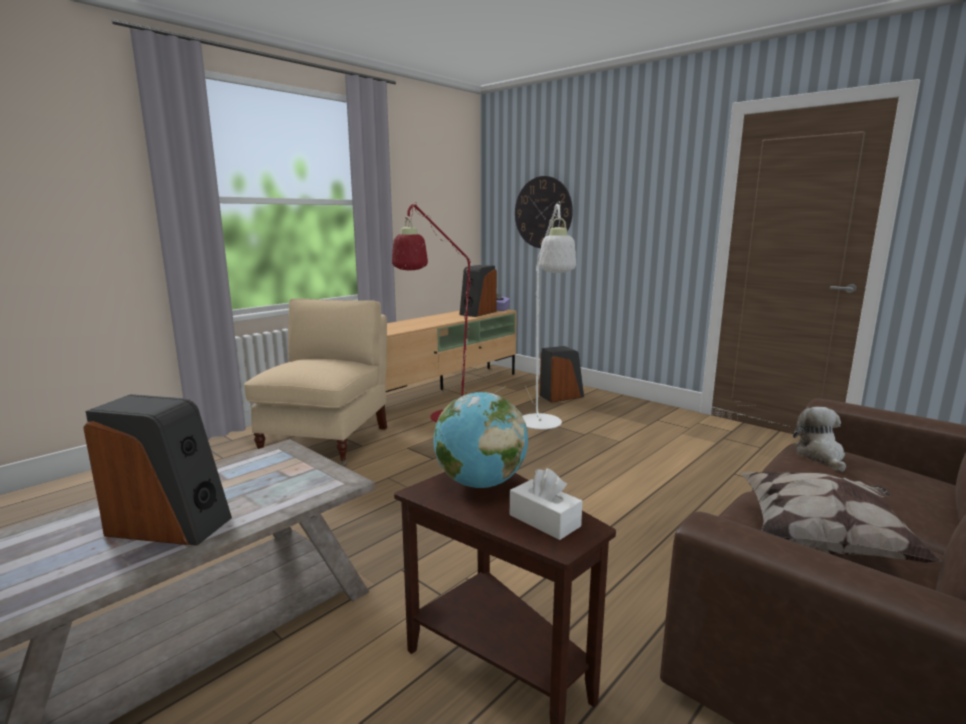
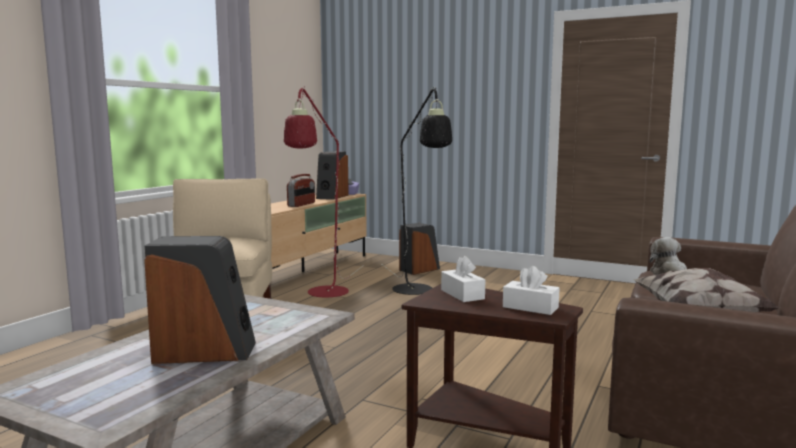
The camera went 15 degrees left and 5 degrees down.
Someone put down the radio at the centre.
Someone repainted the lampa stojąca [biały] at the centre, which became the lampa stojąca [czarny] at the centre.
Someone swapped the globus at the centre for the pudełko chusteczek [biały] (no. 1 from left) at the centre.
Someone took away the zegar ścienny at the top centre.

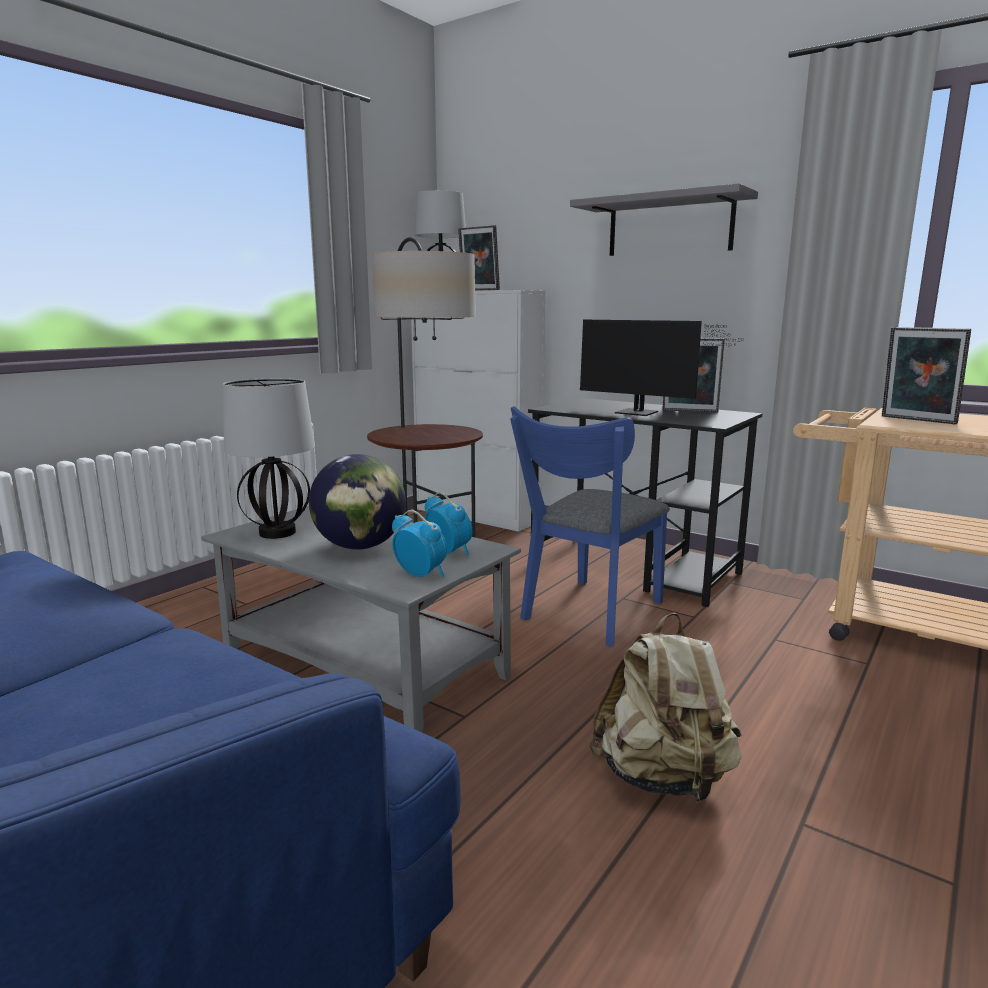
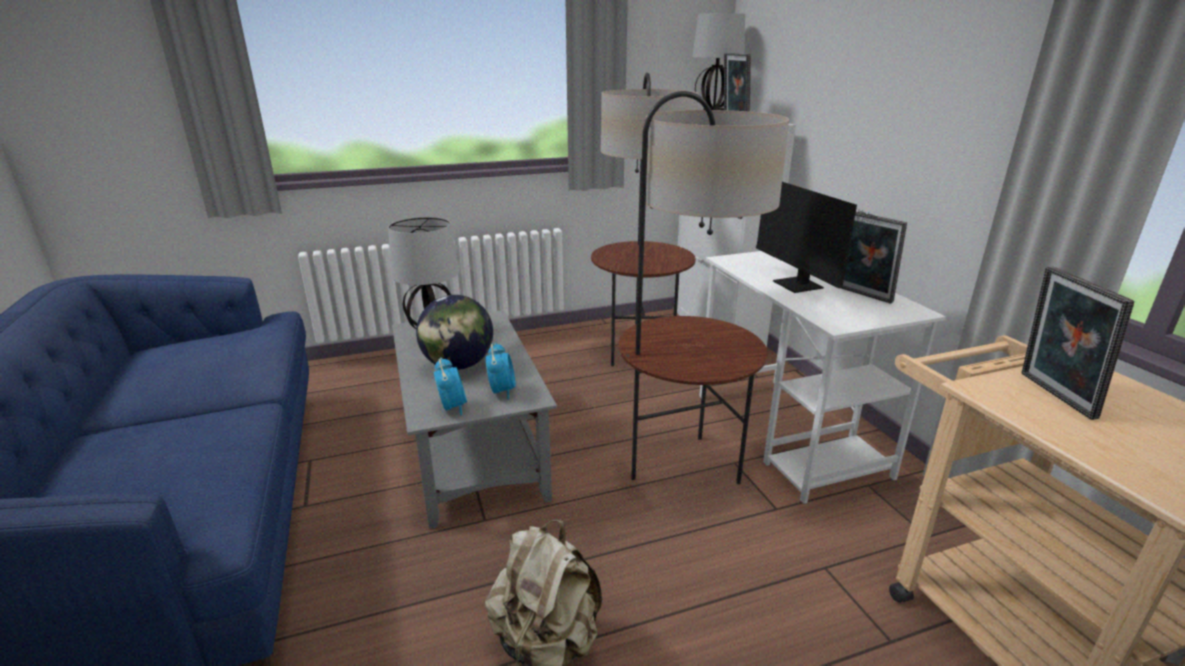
The camera went 35 degrees right and 10 degrees up.
Someone swapped the krzesło [niebieski] at the centre for the lampa stojąca (no. 2 from left) at the centre.
Someone repainted the biurko [czarny] at the centre, which became the biurko [biały] at the middle right.
Someone took away the półka [szary] at the top right.

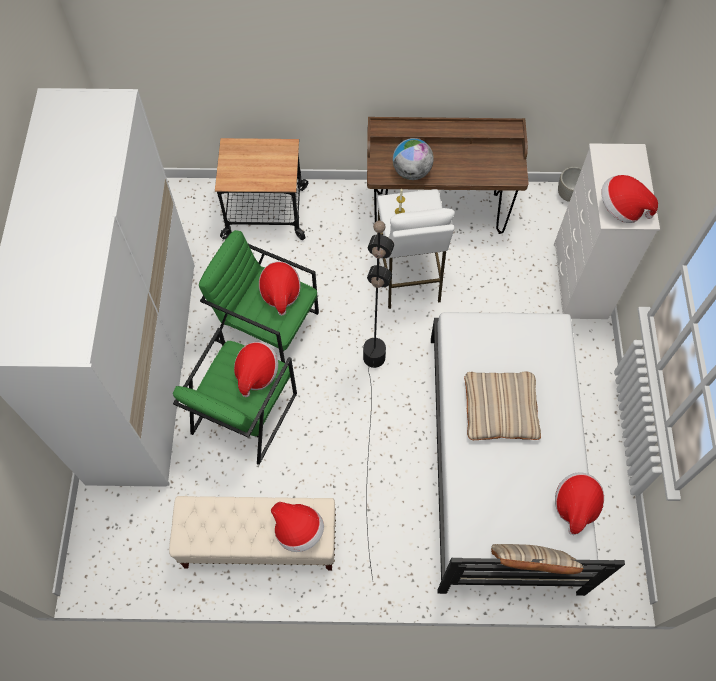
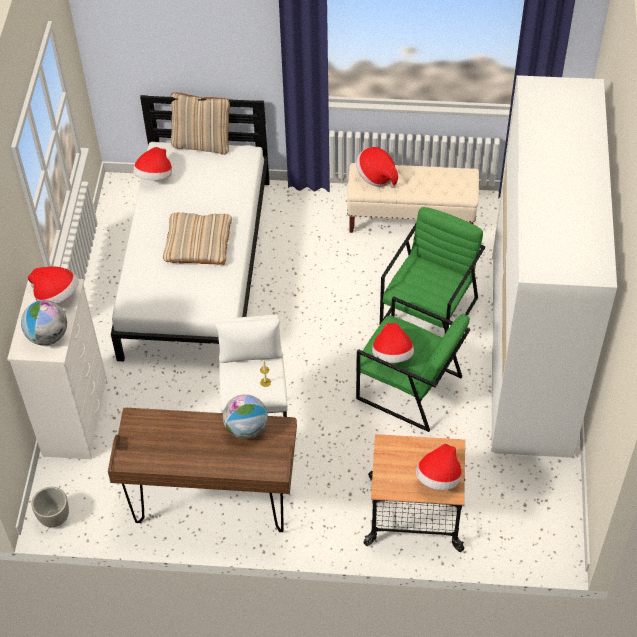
The camera went 175 degrees left and 10 degrees down.
Someone put down the globus (no. 1 from left) at the middle left.
Someone carried the kapelusz (no. 1 from left in the first image) from the centre to the bottom right.
Someone took away the lampa stojąca [czarny] at the centre.

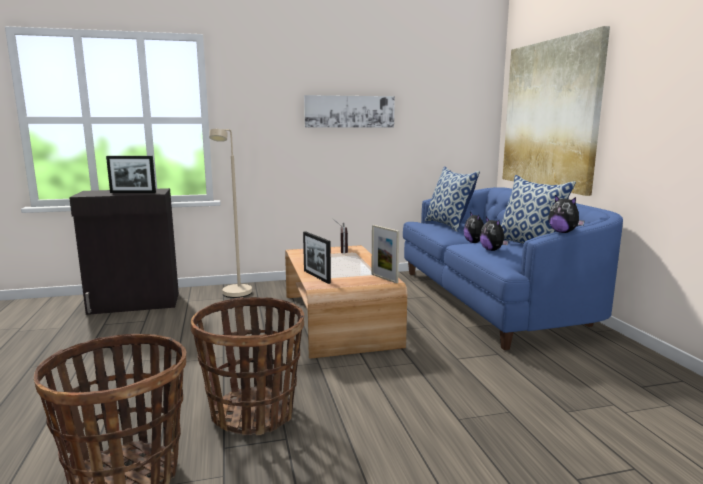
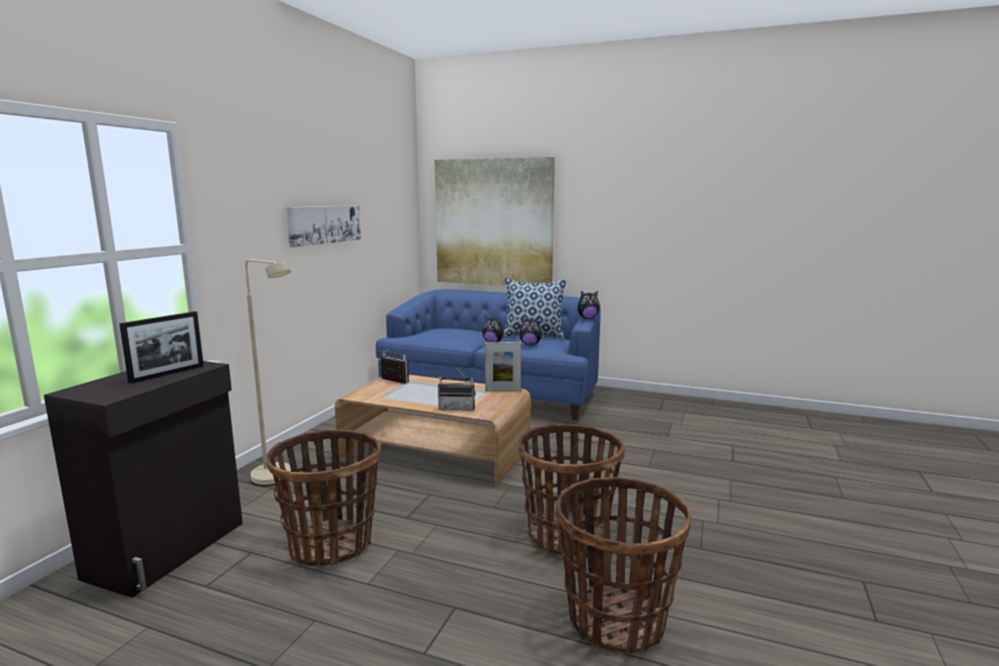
The camera went 55 degrees left and 0 degrees up.
Someone put down the koszyk (no. 1 from left) at the bottom left.
Someone swapped the ramka na zdjęcie (no. 2 from left) at the centre for the radio (no. 2 from left) at the centre.
Someone took away the poduszka (no. 1 from left) at the centre.

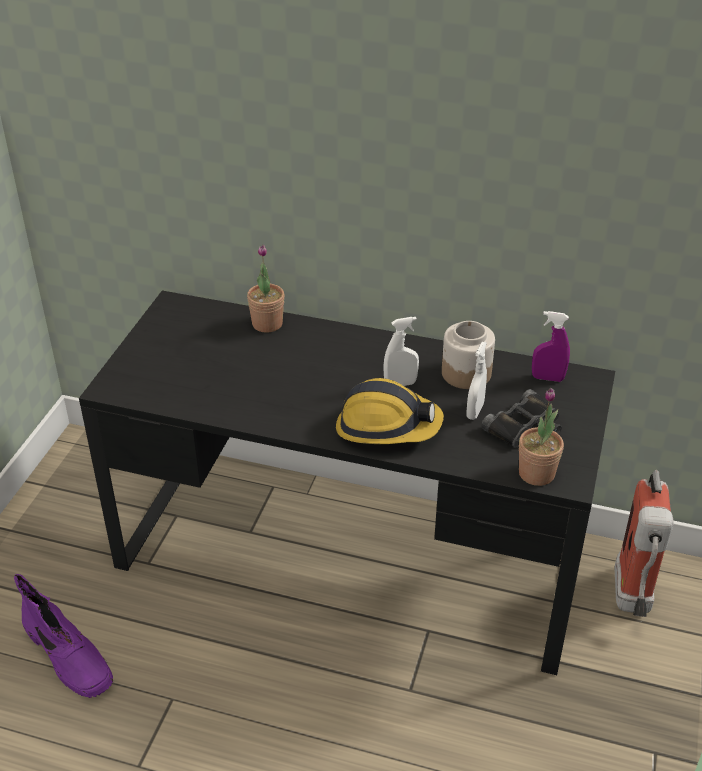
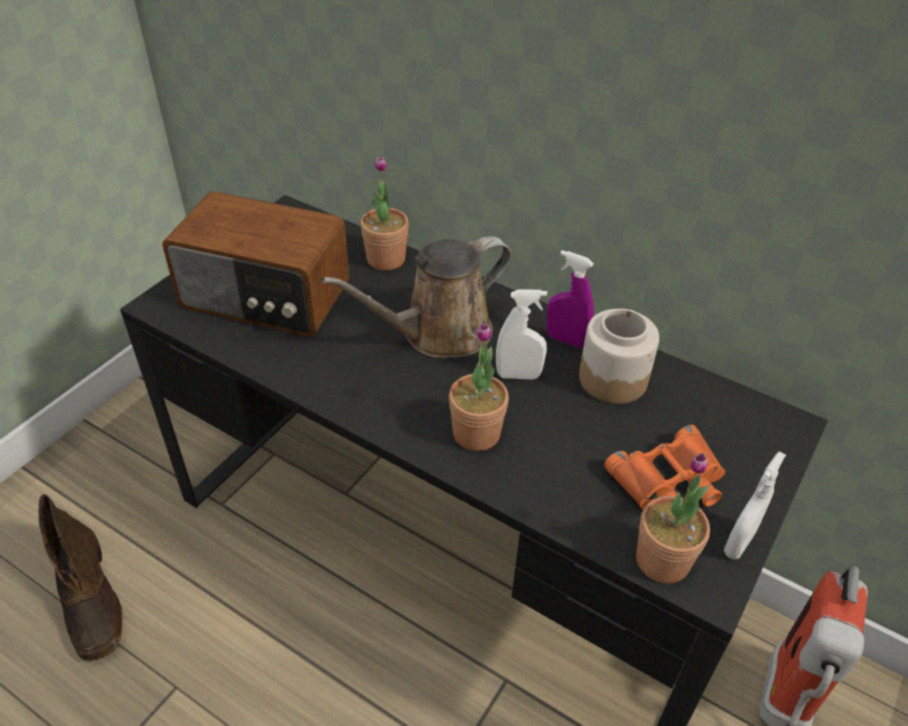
The camera went 15 degrees right and 5 degrees up.
Someone repainted the but z cholewką [fioletowy] at the bottom left, which became the but z cholewką [brązowy] at the bottom left.
Someone put down the radio at the middle left.
Someone put down the konewka [brązowy] at the centre.
Someone swapped the kask at the centre for the roślina doniczkowa (no. 2 from left) at the centre.
Someone carried the spryskiwacz [fioletowy] from the middle right to the centre.
Someone repainted the lornetka [czarny] at the middle right, which became the lornetka [pomarańczowy] at the middle right.
Someone carried the spryskiwacz [biały] (no. 2 from left) from the middle right to the bottom right.

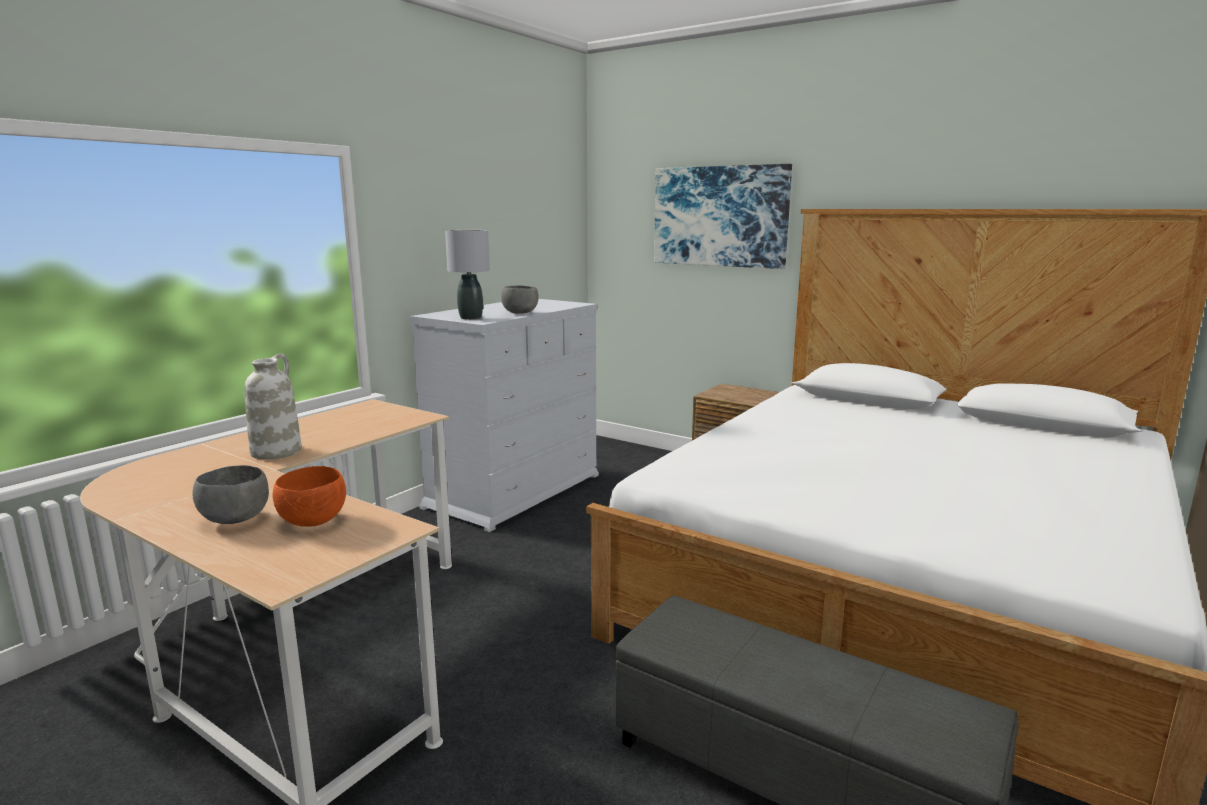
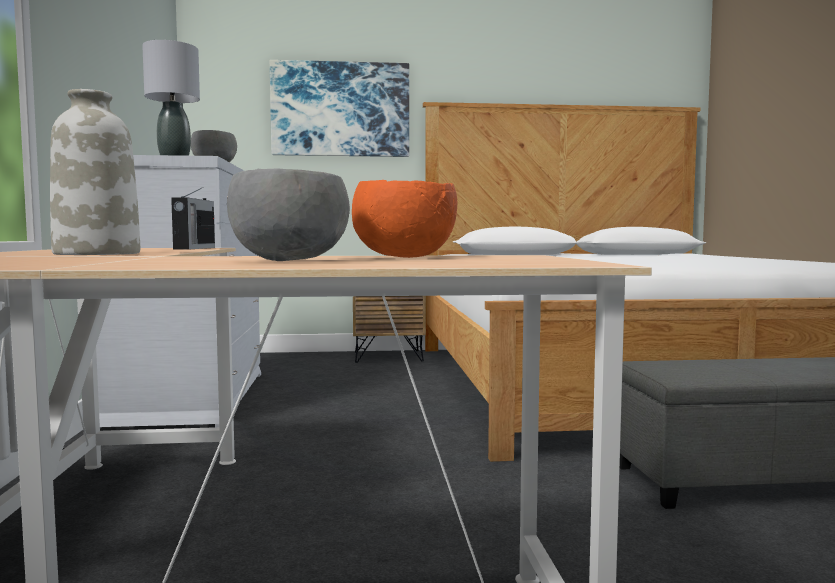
The camera went 40 degrees left and 10 degrees down.
Someone put down the radio at the middle left.

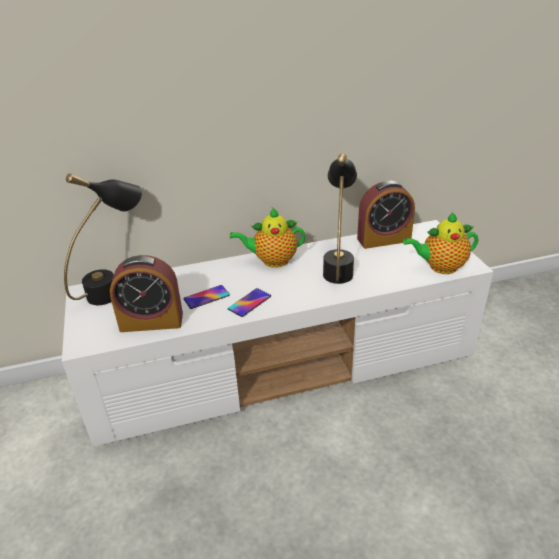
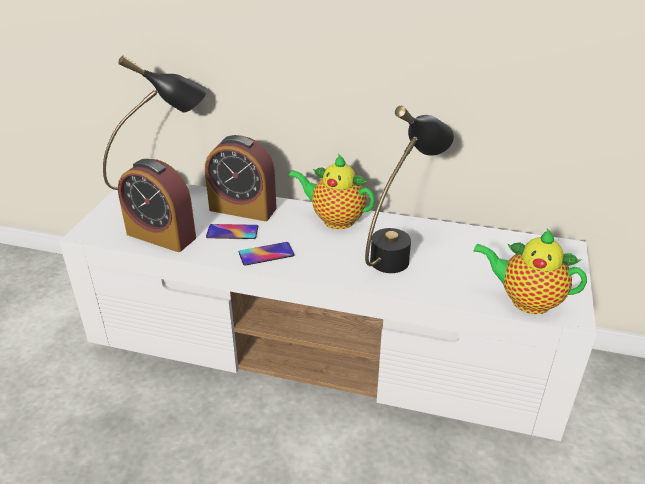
The camera went 30 degrees right and 0 degrees up.
Someone carried the budzik (no. 2 from left) from the middle right to the centre.

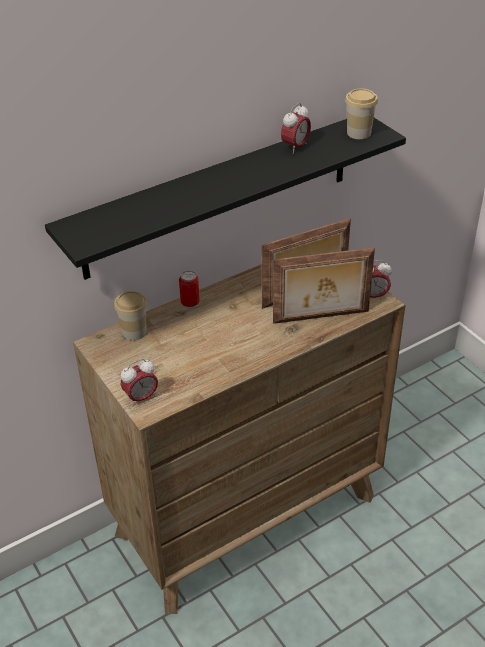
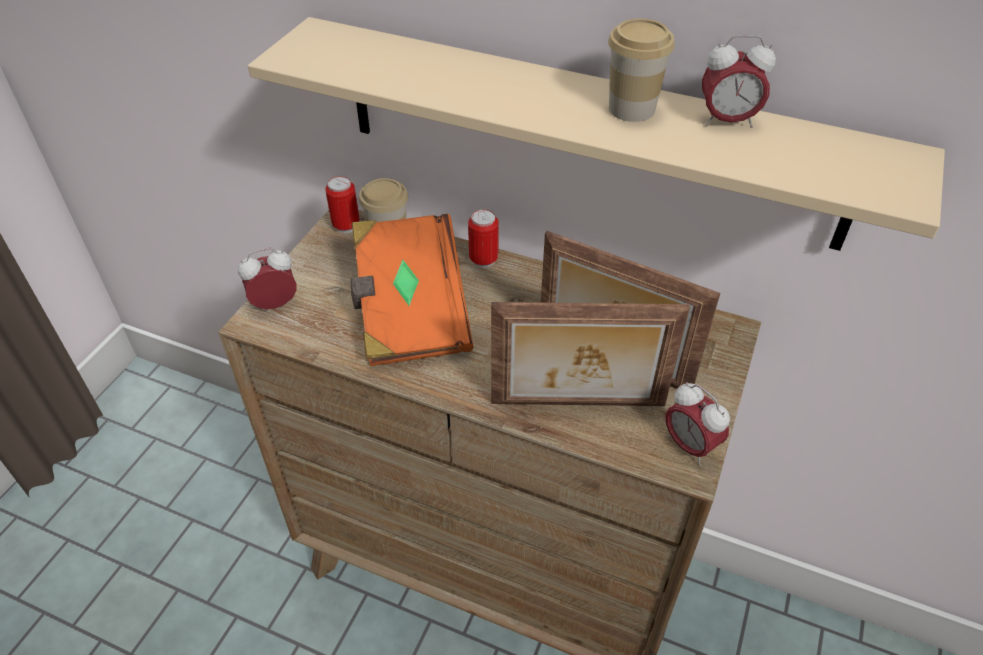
The camera went 55 degrees right and 5 degrees up.
Someone rotated the budzik (no. 1 from left) at the middle left by 135 degrees clockwise.
Someone repainted the półka [czarny] at the top centre, which became the półka [beżowy] at the top centre.
Someone put down the puszka (no. 1 from left) at the top centre.
Someone put down the książka [pomarańczowy] at the centre.
Someone rotated the ramka na zdjęcie (no. 2 from left in the first image) at the middle right by 45 degrees counterclockwise.
Someone carried the filiżanka (no. 2 from left) from the top right to the top centre.

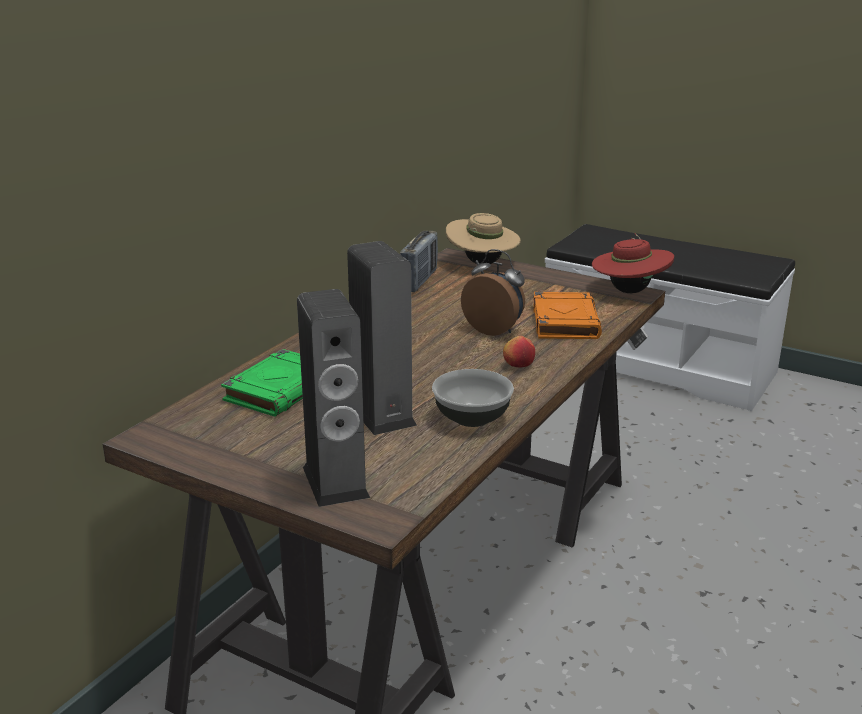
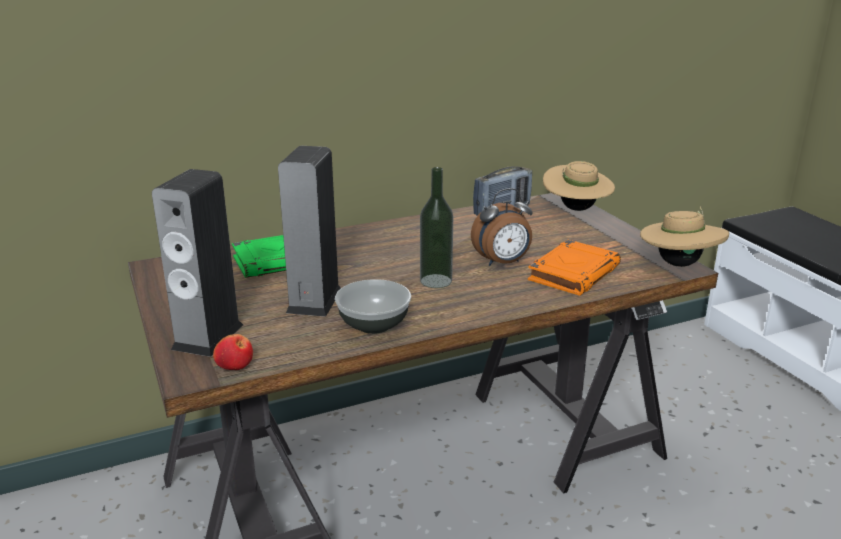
The camera went 35 degrees right and 0 degrees up.
Someone carried the jabłko from the centre to the middle left.
Someone put down the butelka at the centre.
Someone rotated the budzik at the centre by 90 degrees clockwise.
Someone repainted the kapelusz [czerwony] at the middle right, which became the kapelusz [beżowy] (no. 2 from left) at the middle right.

